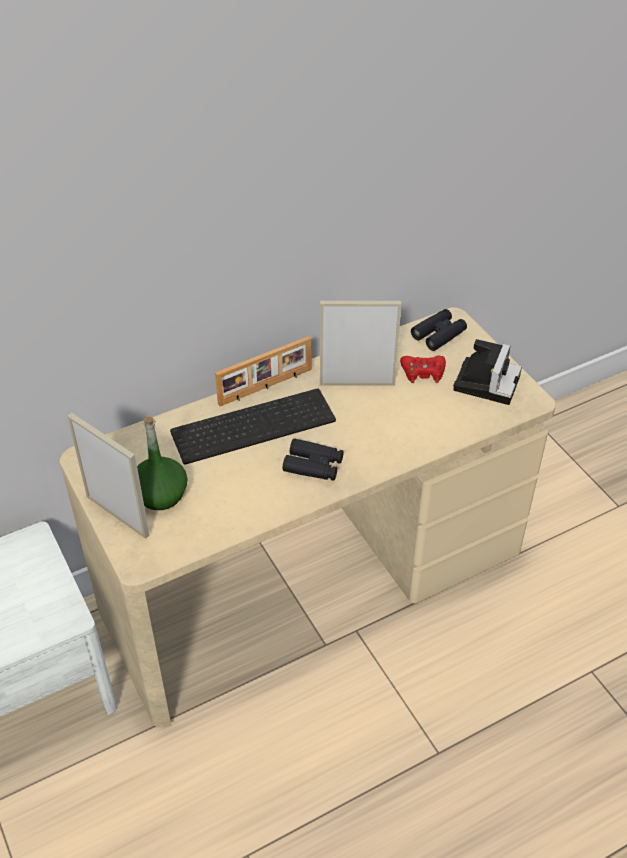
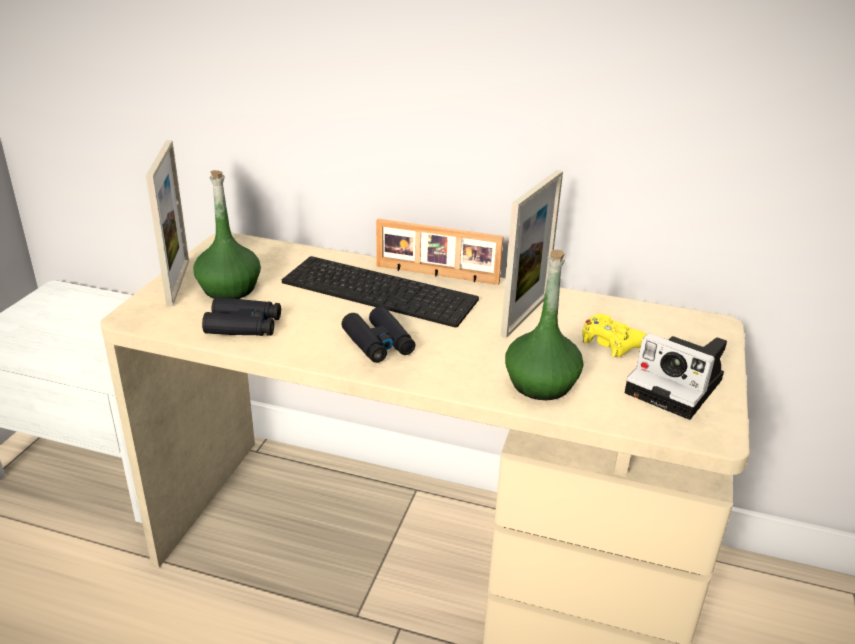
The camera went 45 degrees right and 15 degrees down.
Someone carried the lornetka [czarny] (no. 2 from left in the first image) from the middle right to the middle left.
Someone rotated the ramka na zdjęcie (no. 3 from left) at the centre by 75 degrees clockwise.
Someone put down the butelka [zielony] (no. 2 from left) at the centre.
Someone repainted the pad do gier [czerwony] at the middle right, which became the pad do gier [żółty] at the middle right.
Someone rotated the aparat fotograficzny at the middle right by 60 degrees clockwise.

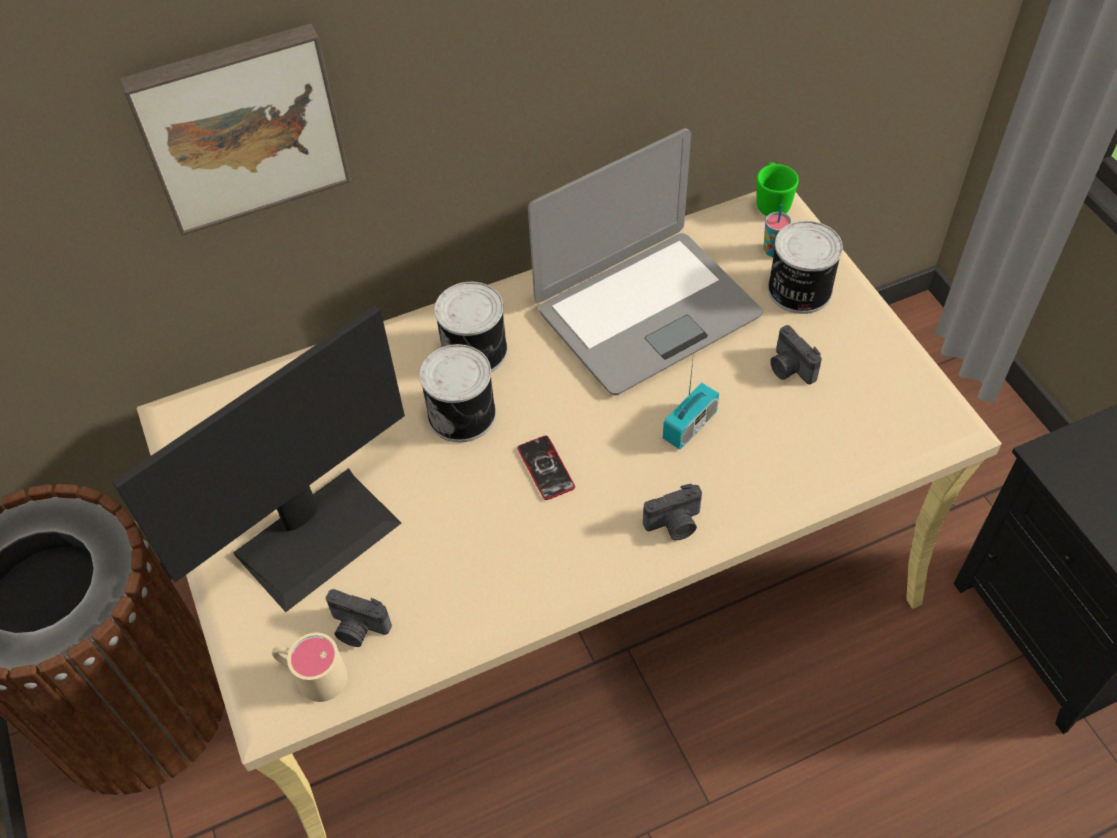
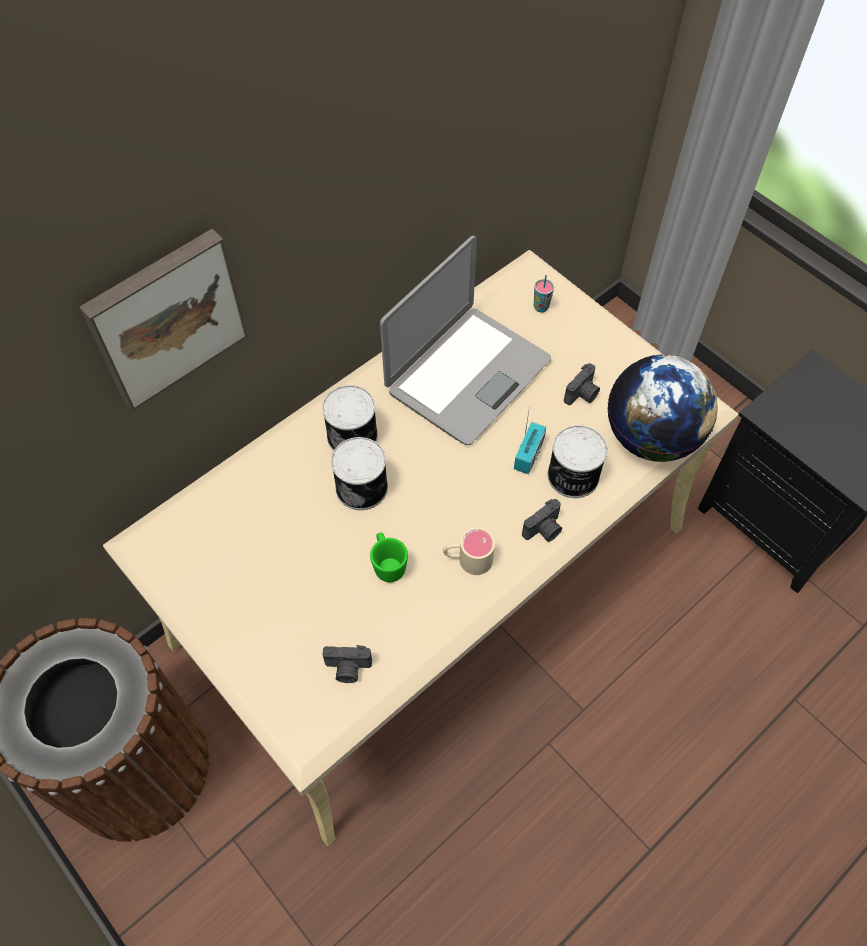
The camera went 20 degrees left and 5 degrees up.
Someone carried the kubek [zielony] from the top right to the centre.
Someone carried the kubek [beżowy] from the bottom left to the centre.
Someone carried the puszka (no. 3 from left) from the top right to the centre.
Someone rotated the aparat fotograficzny (no. 3 from left) at the middle right by 90 degrees counterclockwise.
Someone put down the globus at the middle right.
Someone took away the monitor at the middle left.
Someone took away the telefon at the centre.

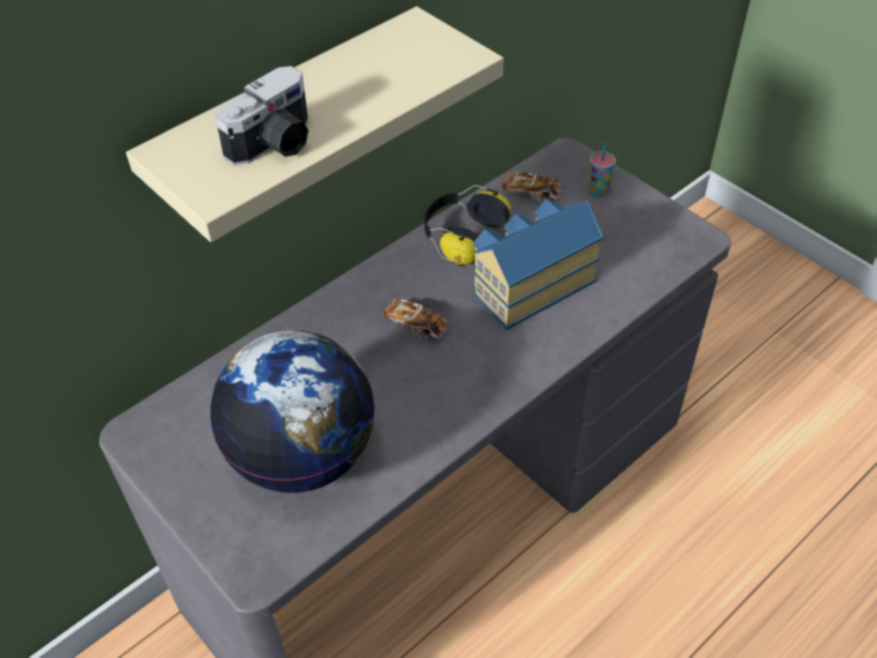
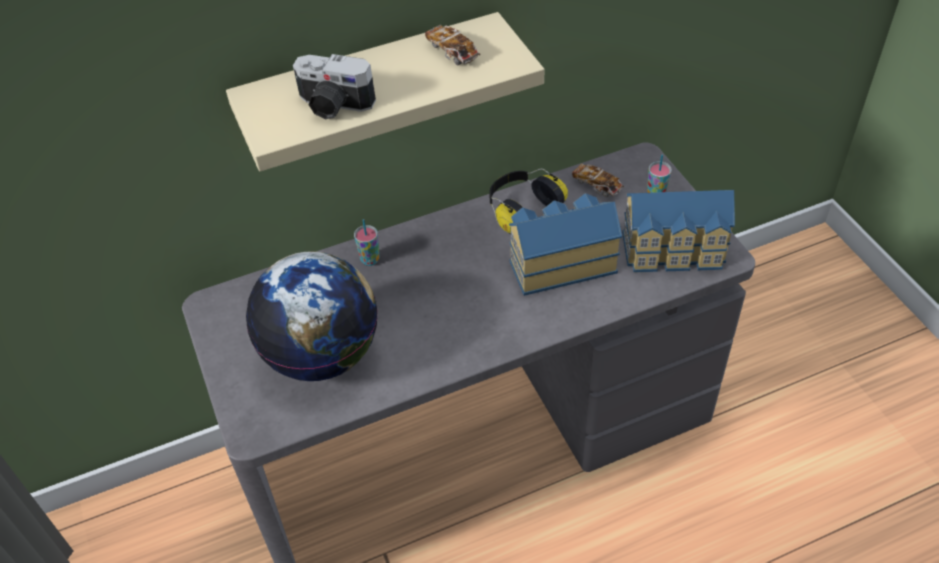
The camera went 20 degrees right and 0 degrees up.
Someone rotated the aparat fotograficzny at the top left by 45 degrees clockwise.
Someone put down the filiżanka (no. 1 from left) at the centre.
Someone carried the samochodzik (no. 1 from left) from the centre to the top centre.
Someone put down the domek (no. 2 from left) at the middle right.

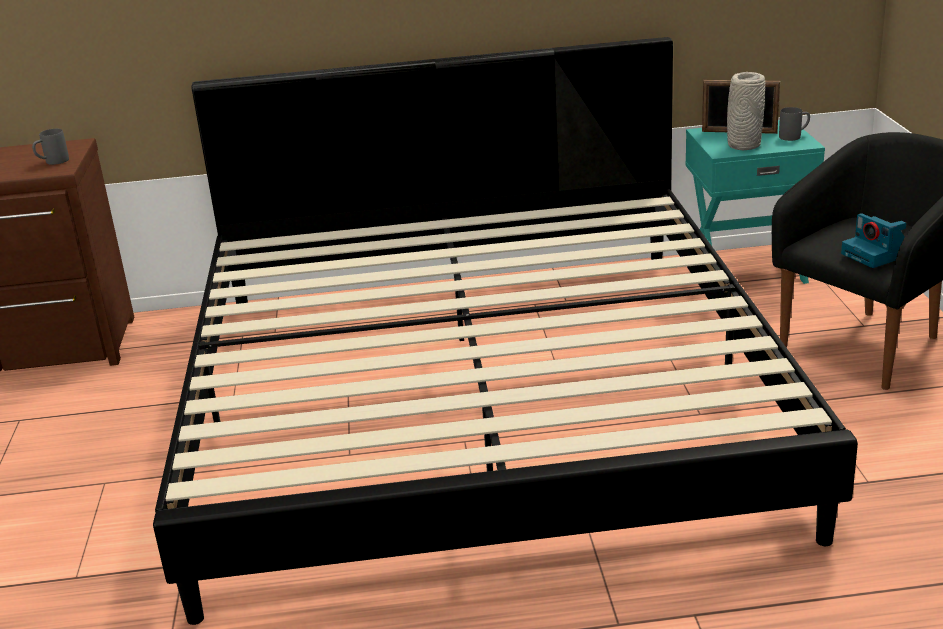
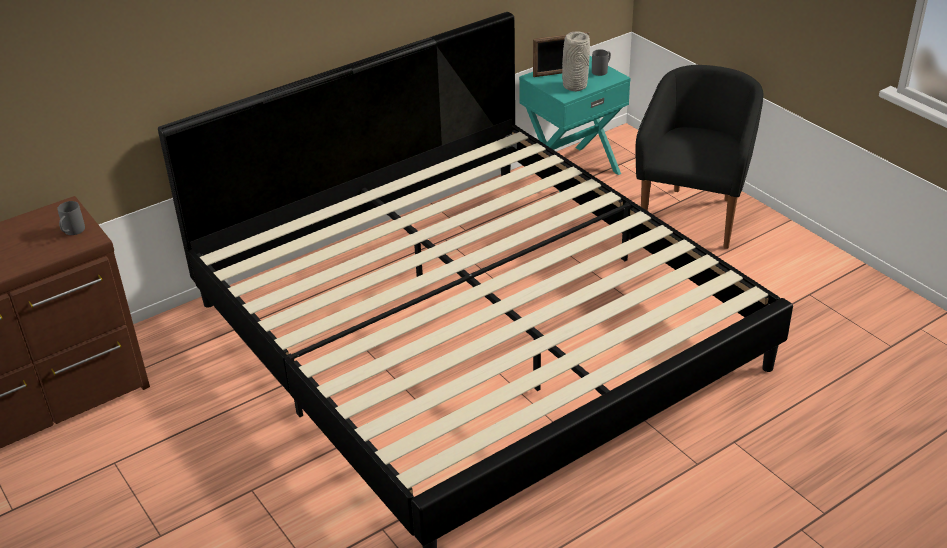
The camera went 30 degrees left and 10 degrees up.
Someone took away the aparat fotograficzny at the middle right.

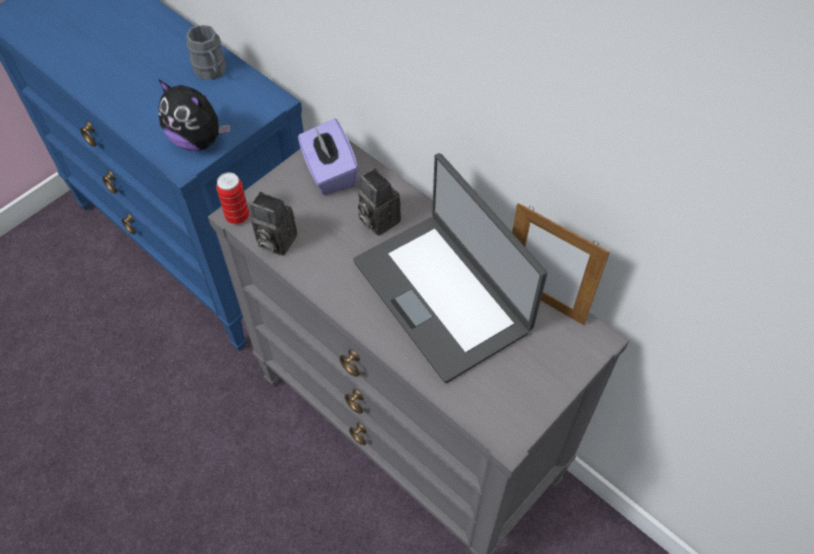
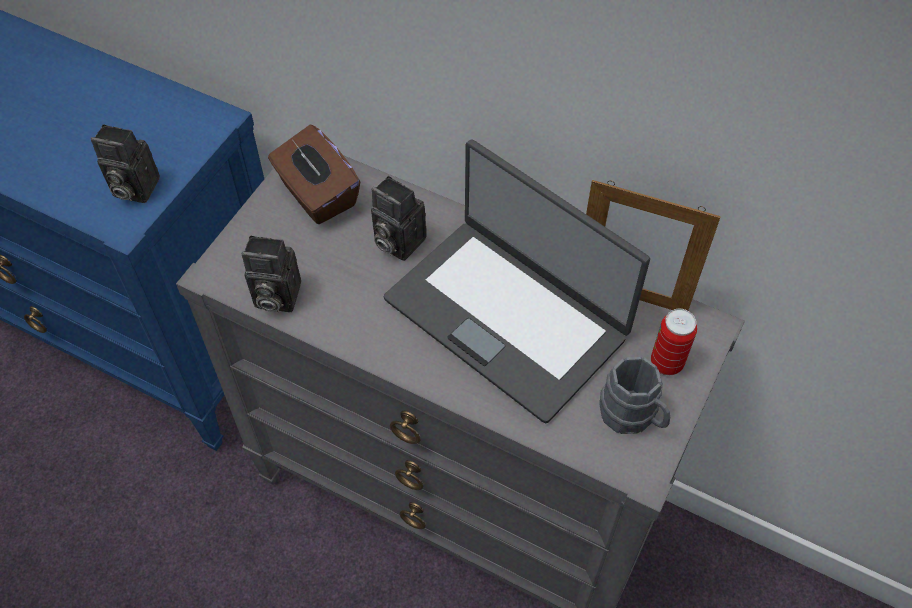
The camera went 15 degrees left and 0 degrees up.
Someone swapped the pluszak at the top left for the aparat fotograficzny (no. 1 from left) at the top left.
Someone repainted the pudełko chusteczek [fioletowy] at the top centre, which became the pudełko chusteczek [brązowy] at the top centre.
Someone carried the kubek [szary] from the top left to the middle right.
Someone carried the puszka from the middle left to the middle right.

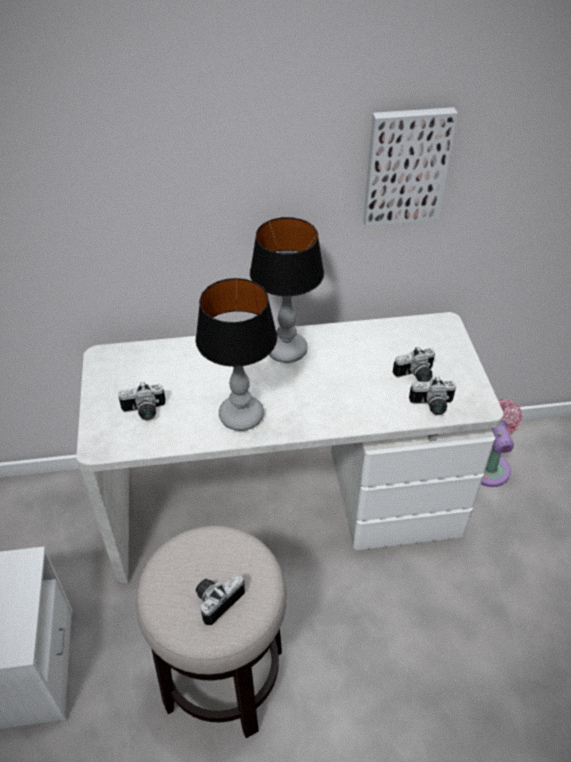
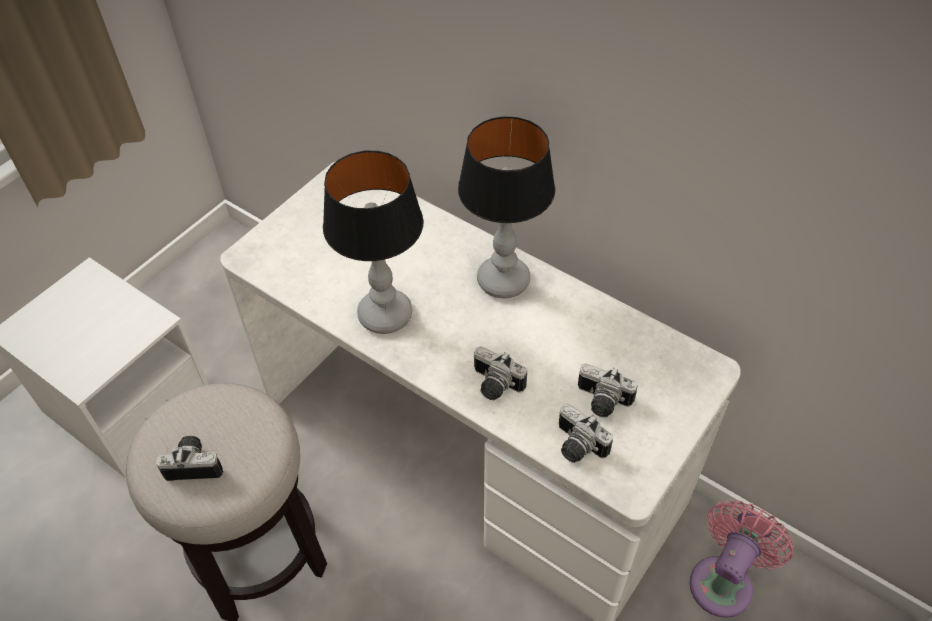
The camera went 45 degrees right and 5 degrees up.
Someone carried the aparat fotograficzny (no. 1 from left in the first image) from the middle left to the centre.
Someone took away the obraz at the top right.

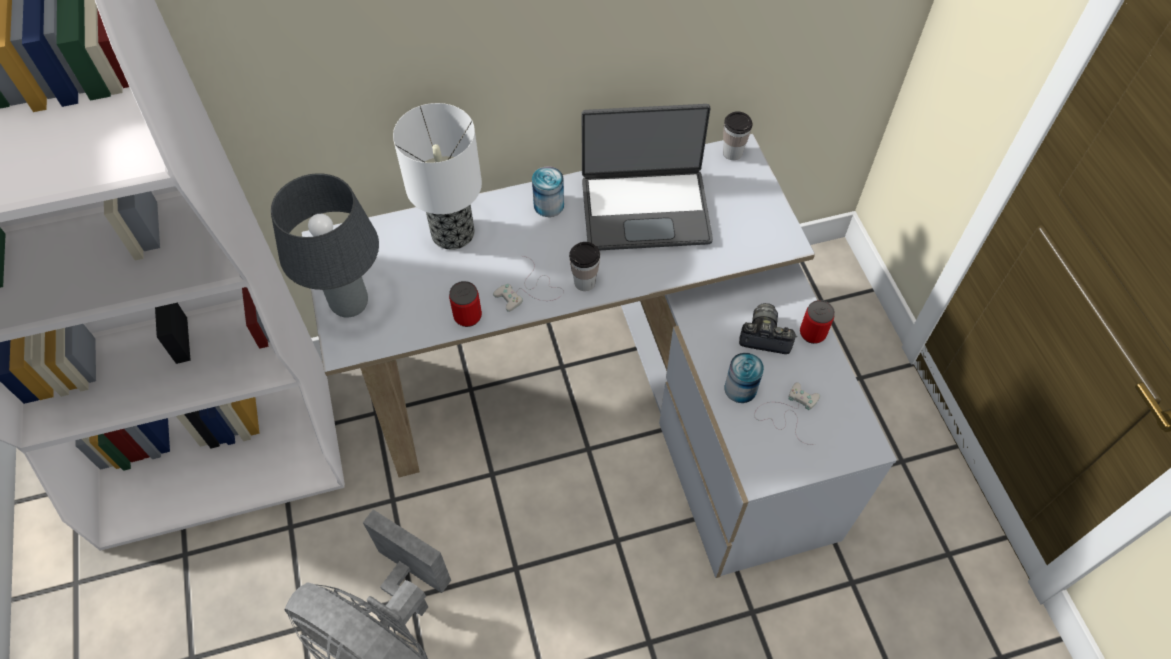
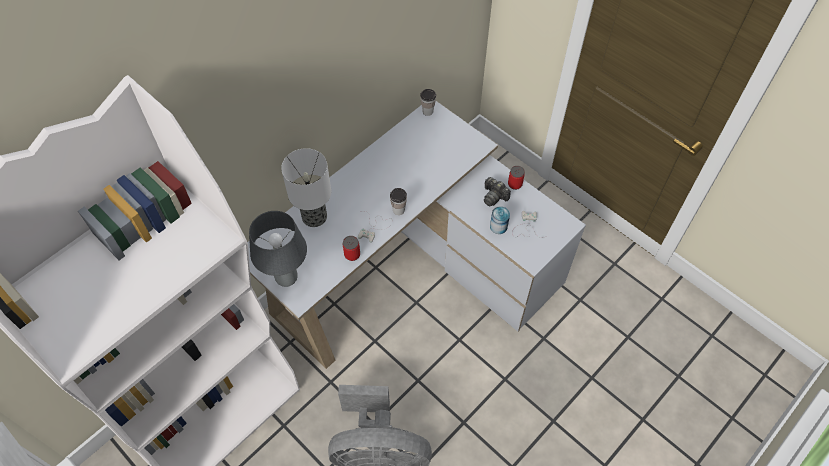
The camera went 30 degrees left and 0 degrees up.
Someone rotated the aparat fotograficzny at the centre by 120 degrees counterclockwise.
Someone took away the puszka (no. 2 from left) at the top centre.
Someone took away the laptop at the top centre.

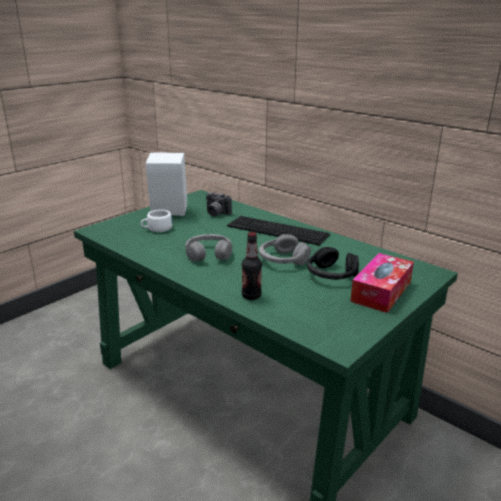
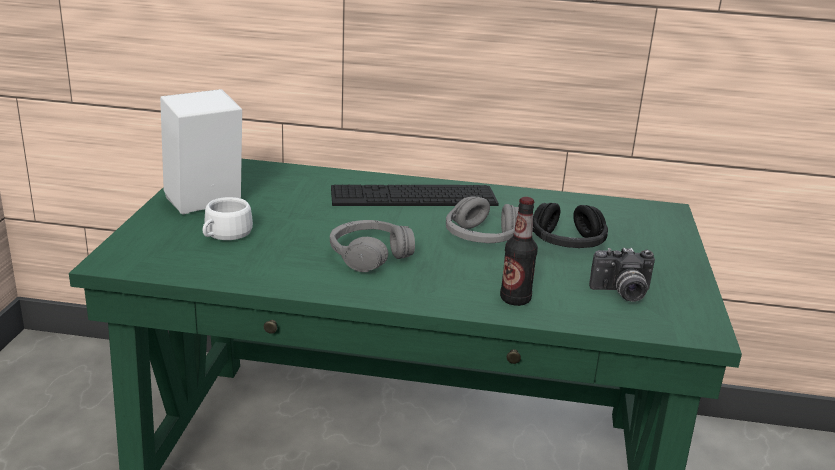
The camera went 35 degrees left and 0 degrees up.
Someone carried the aparat fotograficzny from the centre to the middle right.
Someone took away the pudełko chusteczek at the middle right.

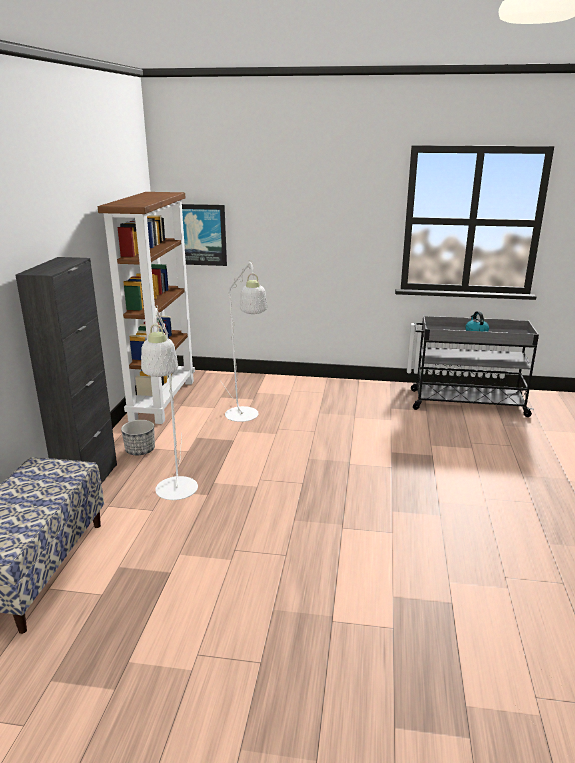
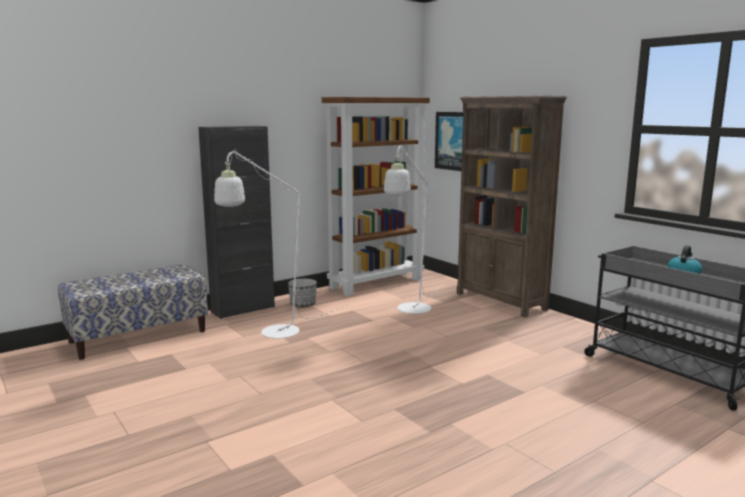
The camera went 45 degrees right and 10 degrees down.
Someone put down the regał [brązowy] (no. 2 from left) at the middle right.

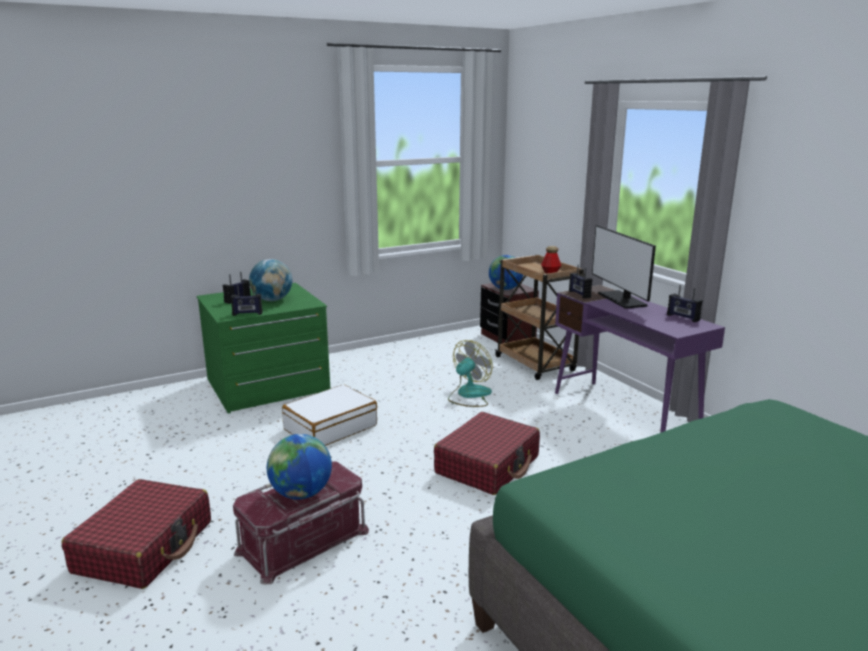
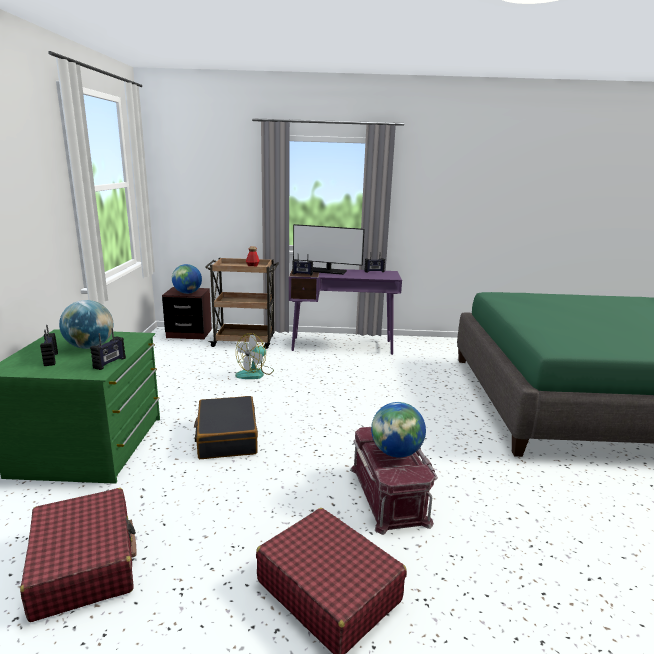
The camera went 60 degrees left and 0 degrees up.
Someone carried the walizka [czerwony] (no. 2 from left in the first image) from the bottom centre to the bottom left.
Someone repainted the walizka [biały] at the centre, which became the walizka [czarny] at the centre.
Someone rotated the wentylator at the centre by 120 degrees counterclockwise.

